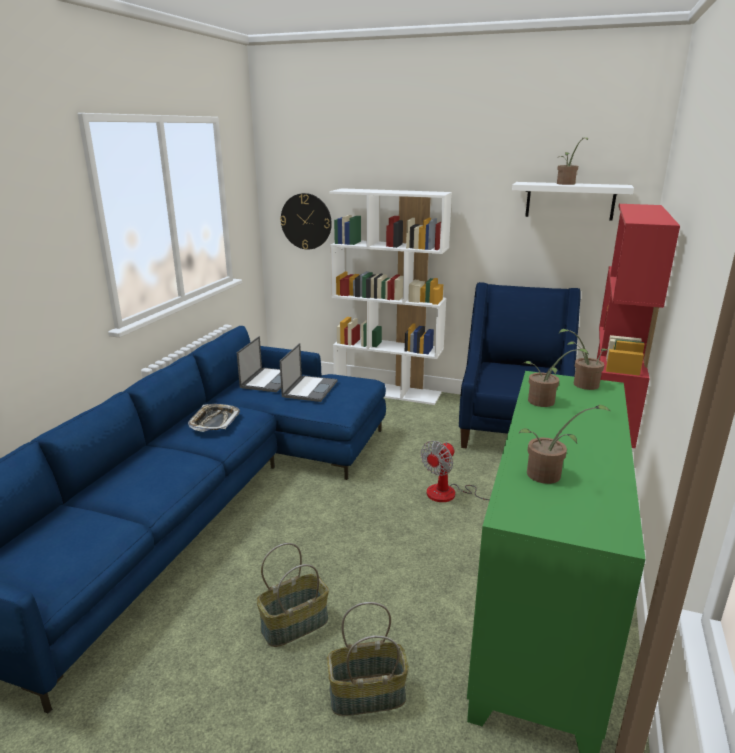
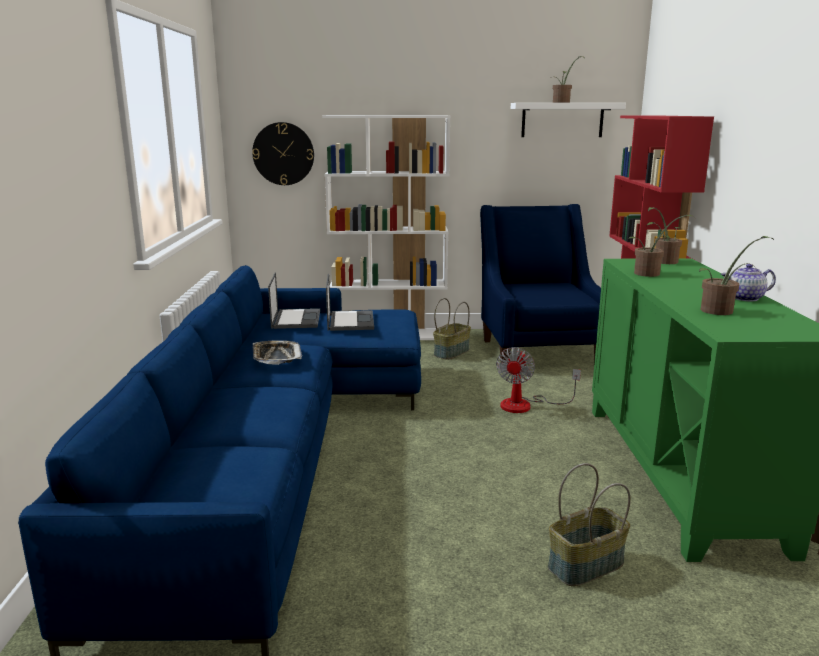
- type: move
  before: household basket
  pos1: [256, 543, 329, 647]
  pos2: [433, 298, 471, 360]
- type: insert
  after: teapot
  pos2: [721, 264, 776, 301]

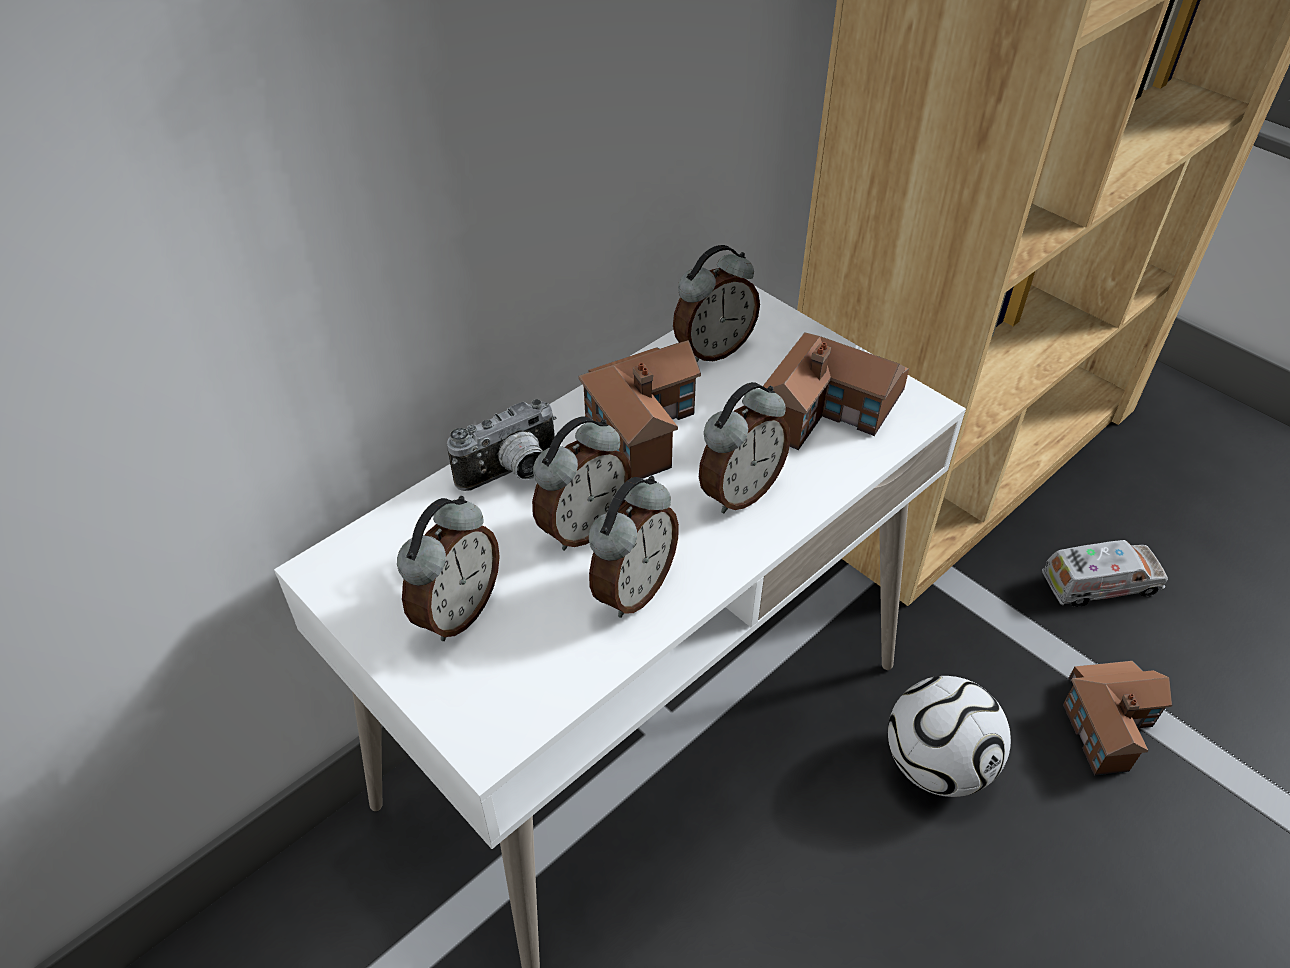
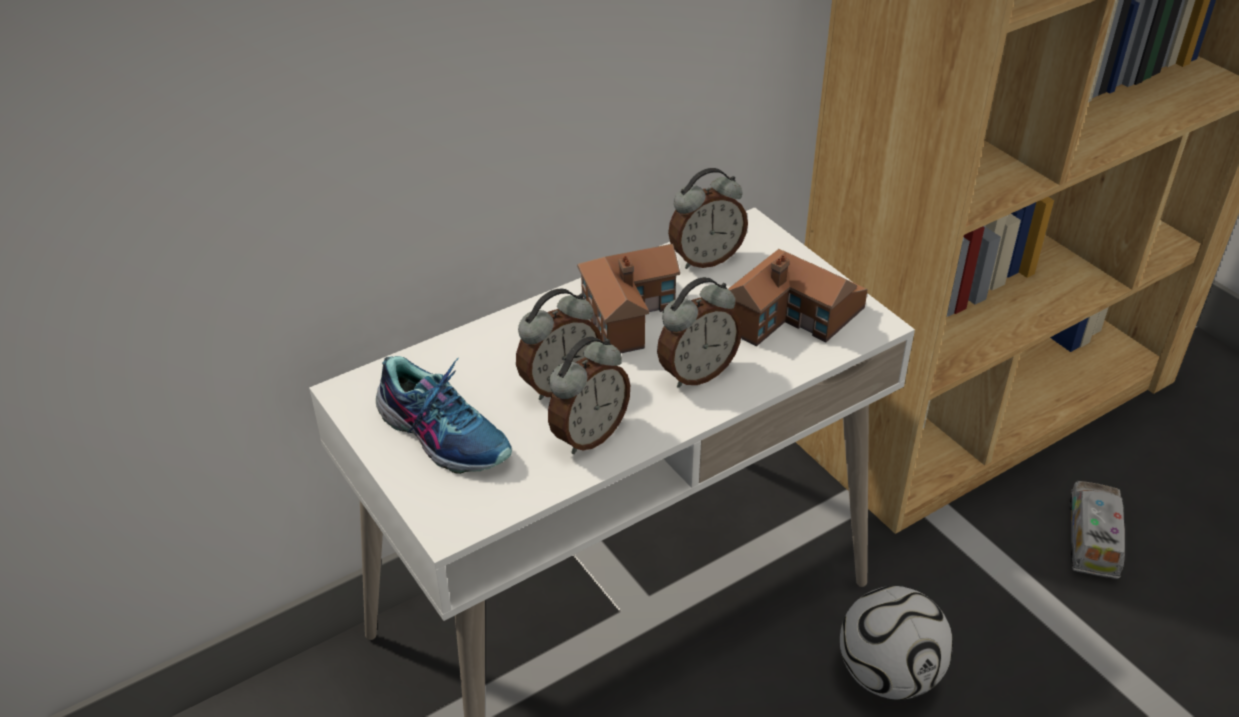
- type: replace
  before: bedside clock
  after: shoe
  pos1: [397, 496, 500, 641]
  pos2: [376, 356, 512, 474]
- type: delete
  before: still camera
  pos1: [447, 399, 556, 491]
- type: rotate
  before: model truck
  pos1: [1042, 540, 1168, 607]
  pos2: [1069, 481, 1125, 579]
  turn: -75
- type: delete
  before: model house
  pos1: [1063, 661, 1172, 775]

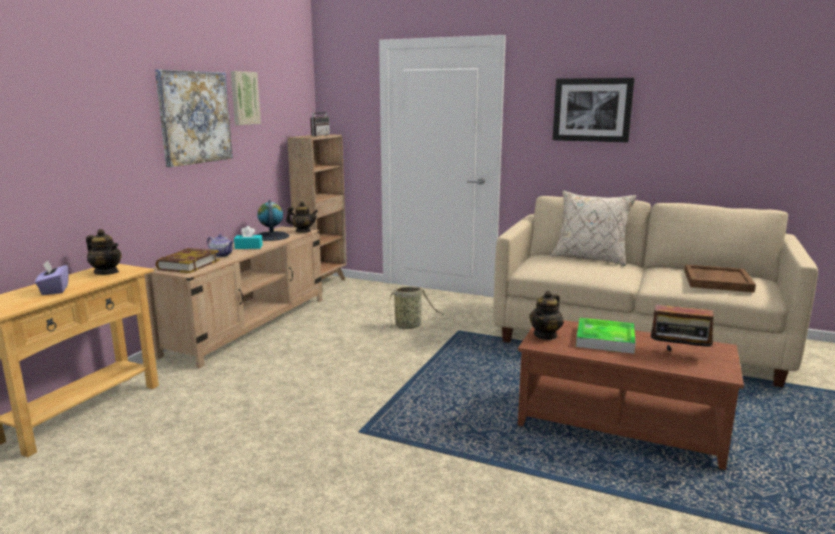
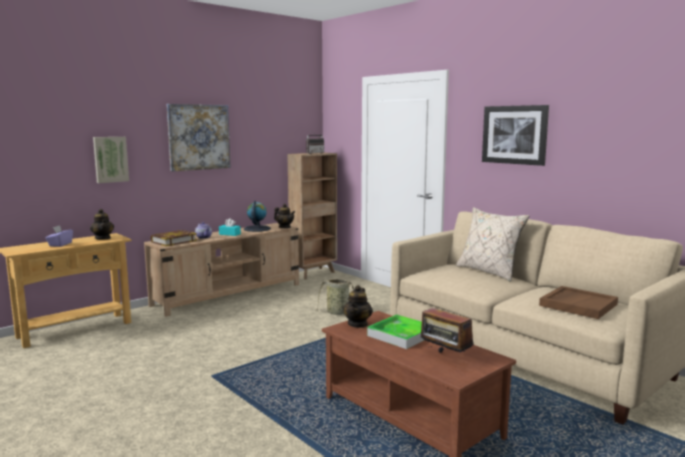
- type: move
  before: wall picture
  pos1: [231, 71, 261, 125]
  pos2: [93, 137, 129, 183]
- type: rotate
  before: teapot
  pos1: [529, 291, 564, 340]
  pos2: [343, 285, 373, 328]
  turn: -45

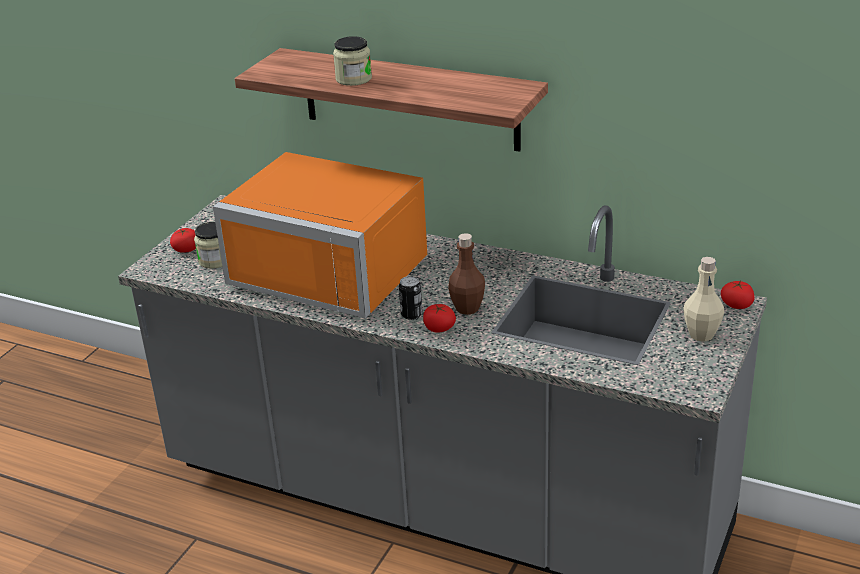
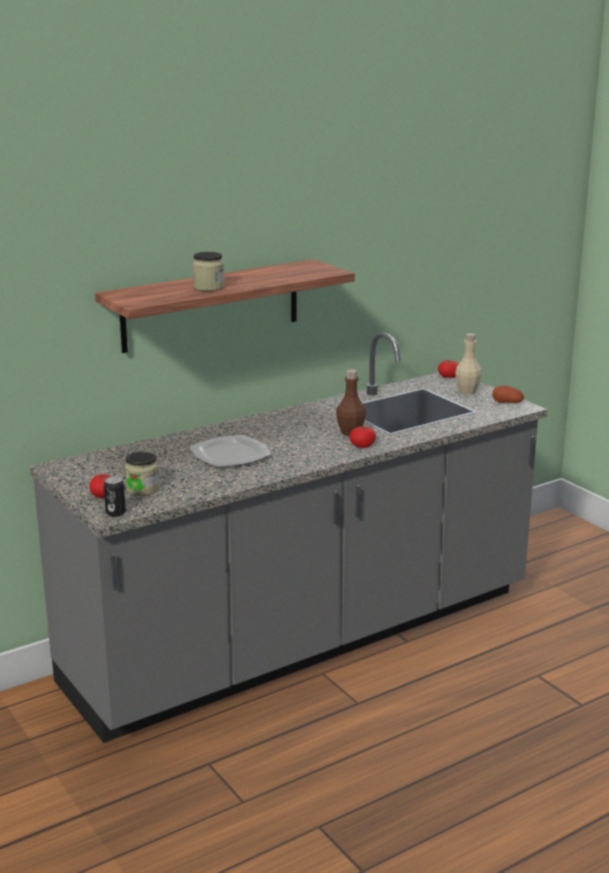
- type: replace
  before: microwave oven in orange
  after: flat dish
  pos1: [213, 152, 427, 318]
  pos2: [190, 435, 271, 467]
- type: move
  before: can
  pos1: [399, 276, 422, 320]
  pos2: [104, 476, 126, 517]
- type: insert
  after: whole potato
  pos2: [492, 386, 524, 403]

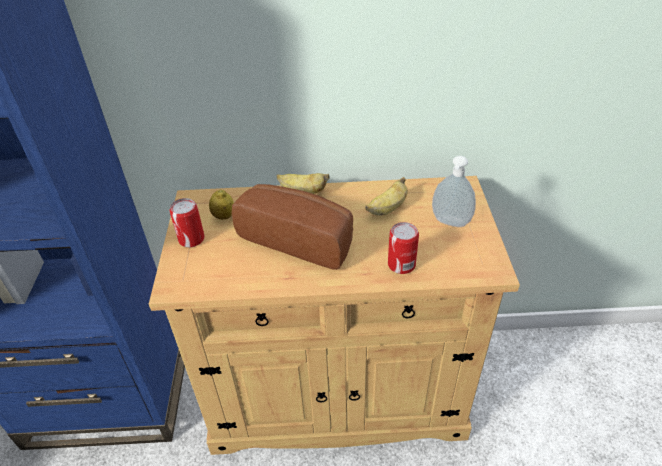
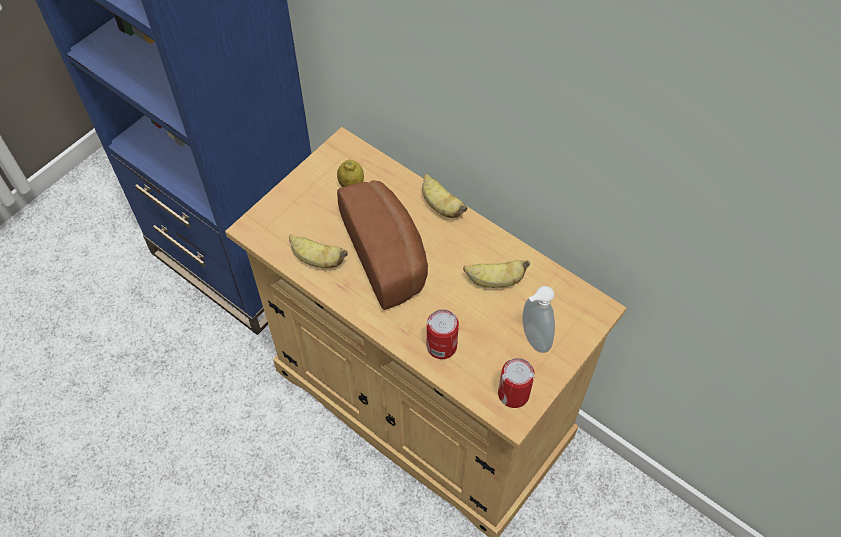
- type: move
  before: can
  pos1: [170, 198, 205, 247]
  pos2: [498, 358, 535, 408]
- type: insert
  after: banana
  pos2: [289, 234, 348, 268]

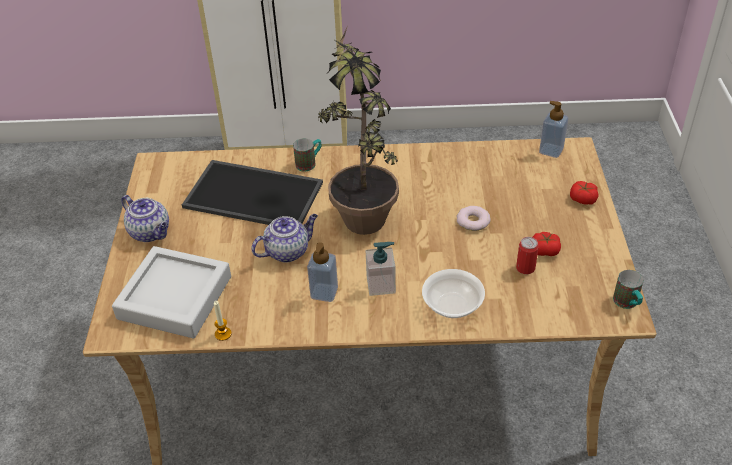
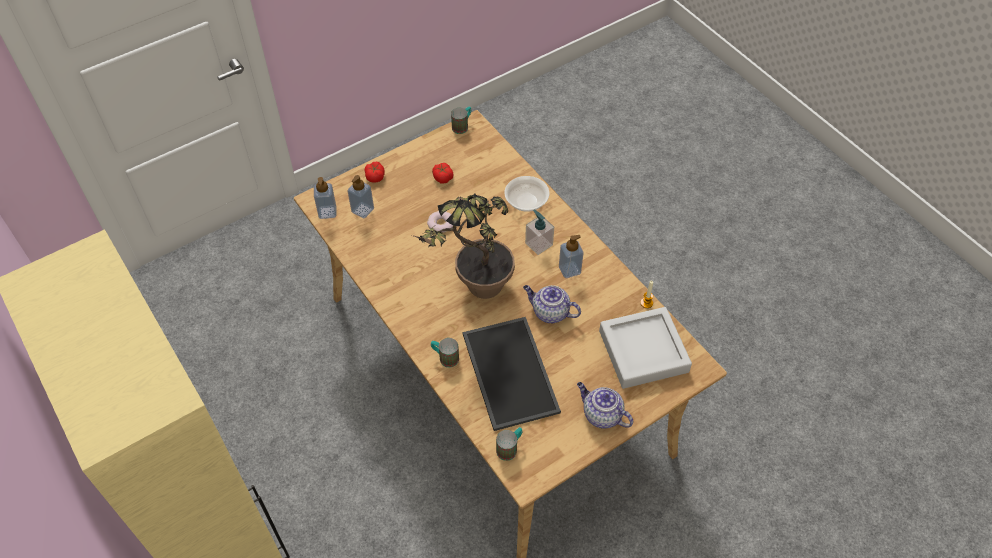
- type: rotate
  before: teapot
  pos1: [121, 195, 169, 242]
  pos2: [577, 382, 633, 428]
  turn: -60
- type: delete
  before: can
  pos1: [516, 237, 539, 274]
- type: insert
  after: liquid soap bottle
  pos2: [348, 175, 374, 218]
- type: insert
  after: coffee mug
  pos2: [496, 427, 523, 461]

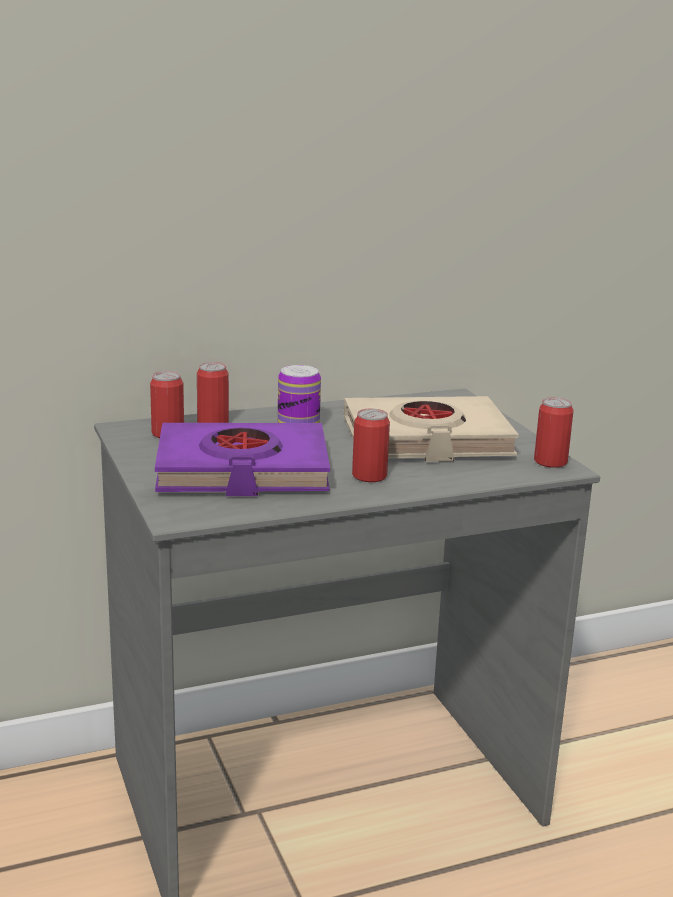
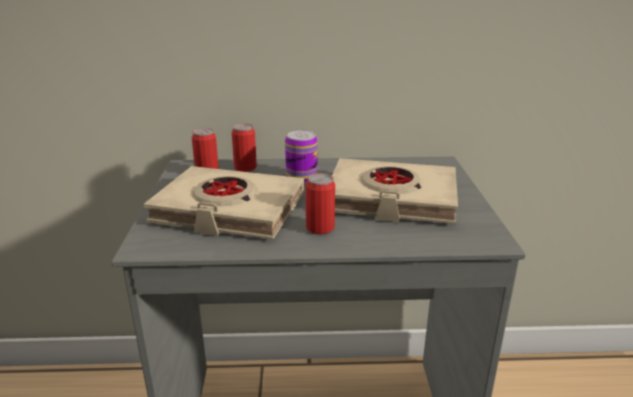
- type: recolor
  before: book in purplish
  after: book in sand-coloured
  pos1: [155, 423, 330, 496]
  pos2: [144, 166, 304, 239]
- type: delete
  before: can
  pos1: [534, 397, 574, 468]

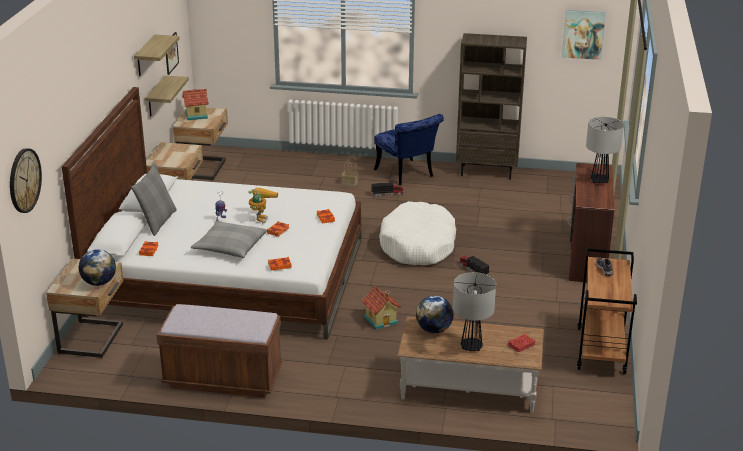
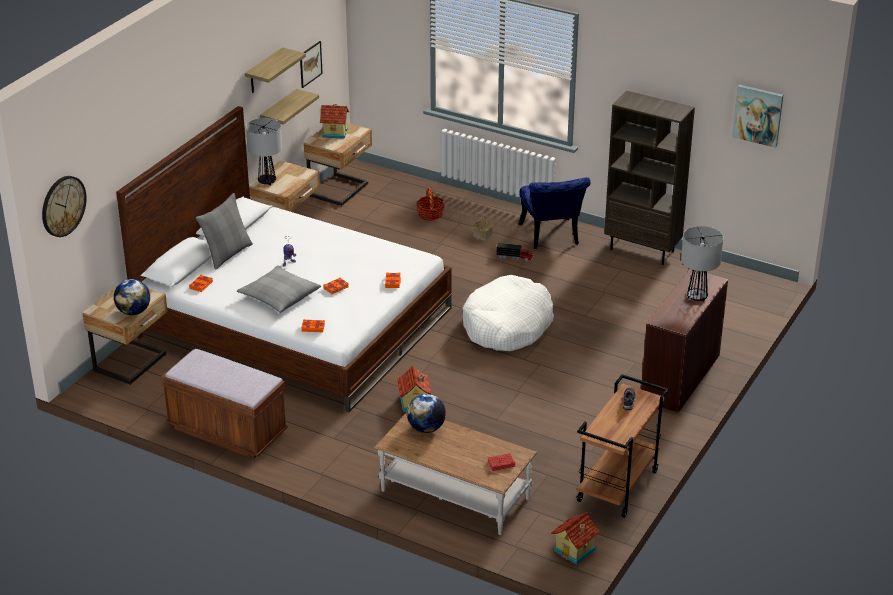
- type: delete
  before: model robot
  pos1: [249, 188, 278, 224]
- type: move
  before: tabletop lamp
  pos1: [453, 272, 496, 351]
  pos2: [246, 118, 282, 185]
- type: delete
  before: model truck
  pos1: [458, 255, 489, 275]
- type: insert
  after: household basket
  pos2: [416, 187, 445, 221]
- type: insert
  after: model house
  pos2: [551, 512, 600, 565]

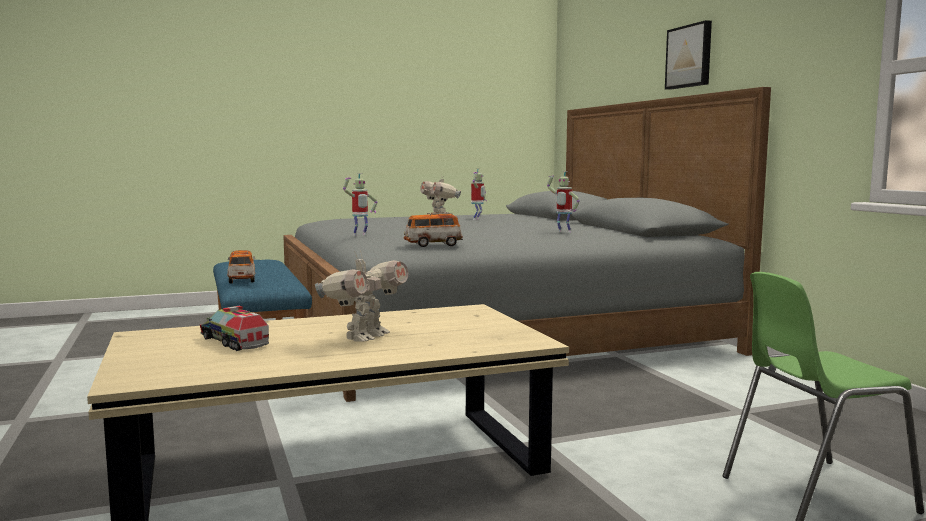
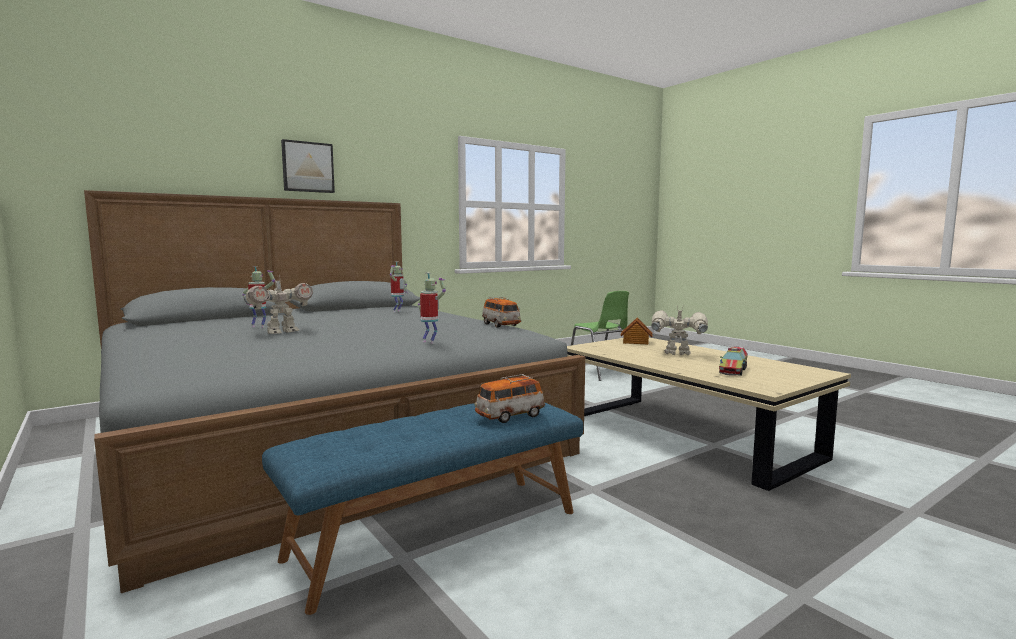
- type: insert
  after: model house
  pos2: [621, 317, 652, 345]

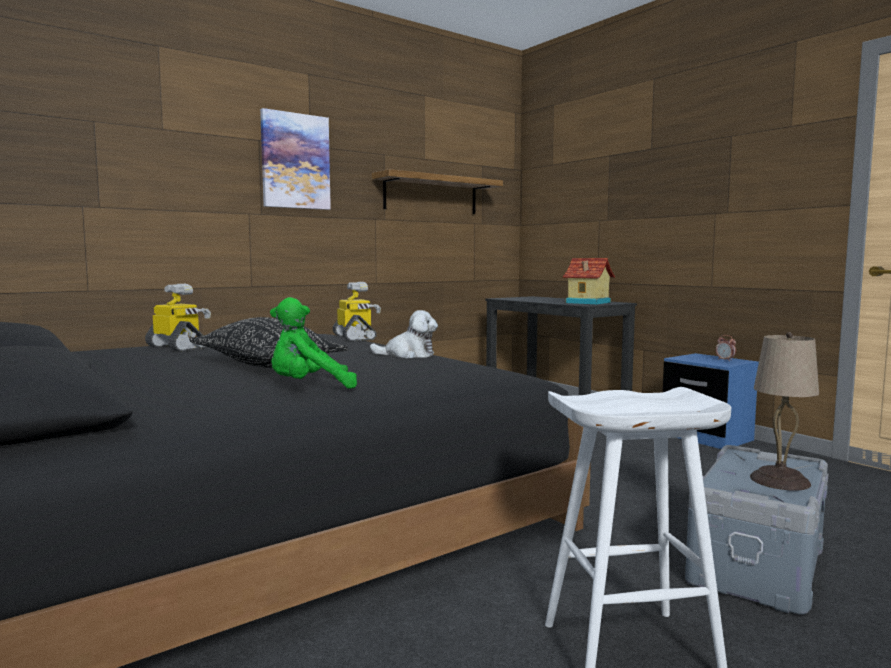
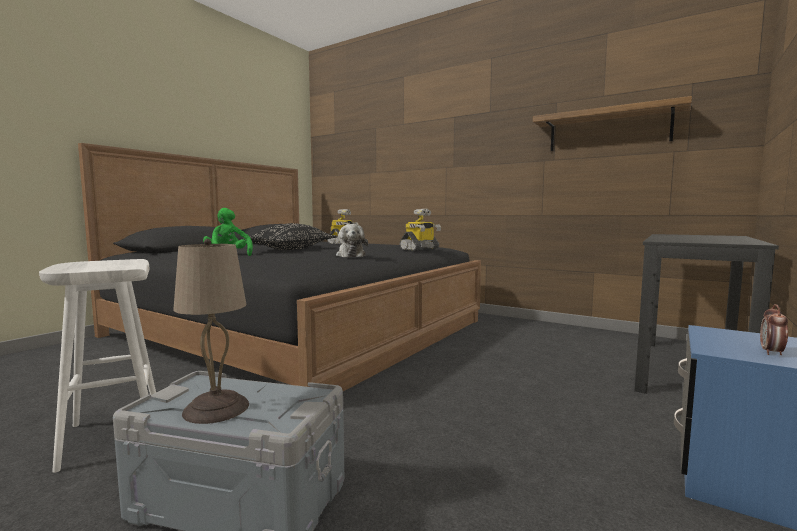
- type: delete
  before: wall picture
  pos1: [260, 108, 331, 210]
- type: delete
  before: model house
  pos1: [563, 258, 615, 304]

